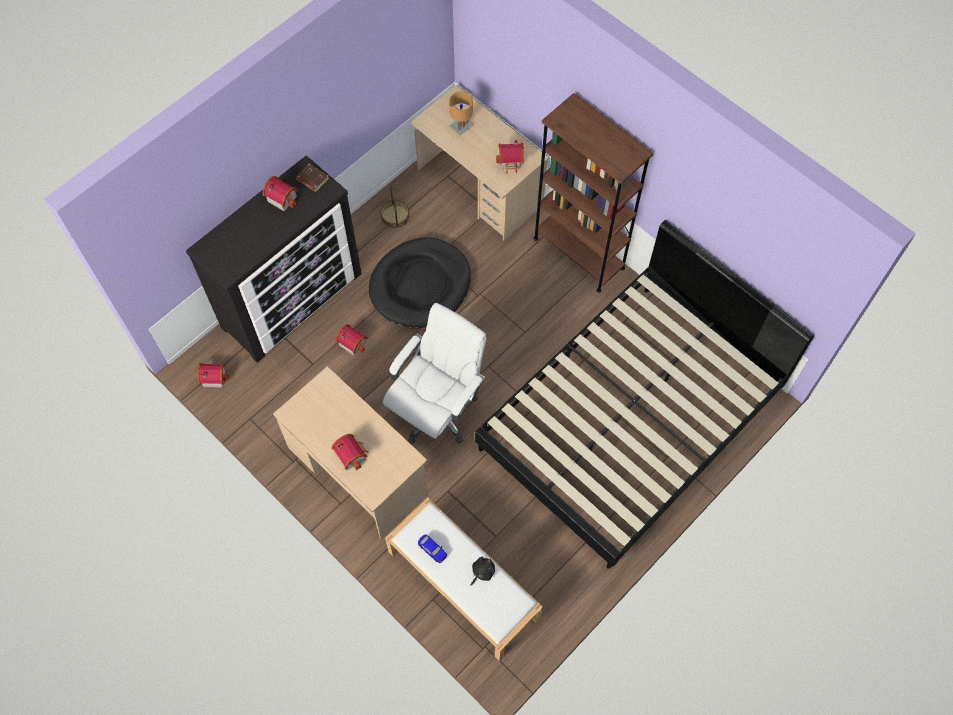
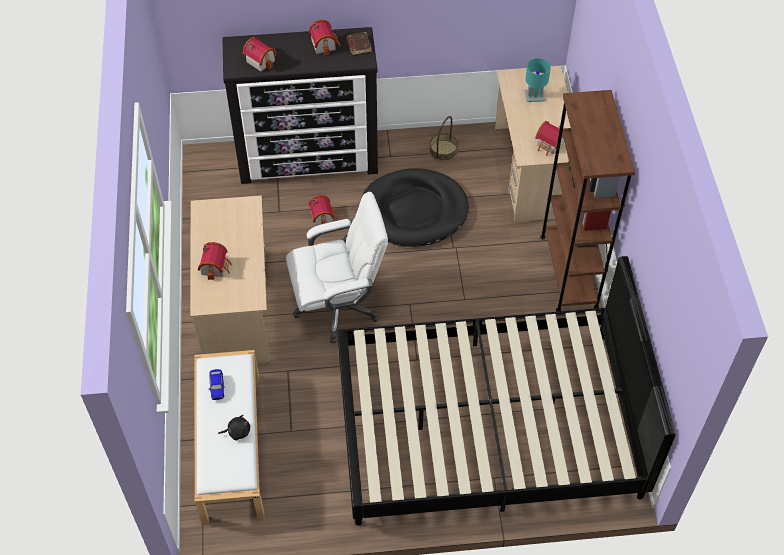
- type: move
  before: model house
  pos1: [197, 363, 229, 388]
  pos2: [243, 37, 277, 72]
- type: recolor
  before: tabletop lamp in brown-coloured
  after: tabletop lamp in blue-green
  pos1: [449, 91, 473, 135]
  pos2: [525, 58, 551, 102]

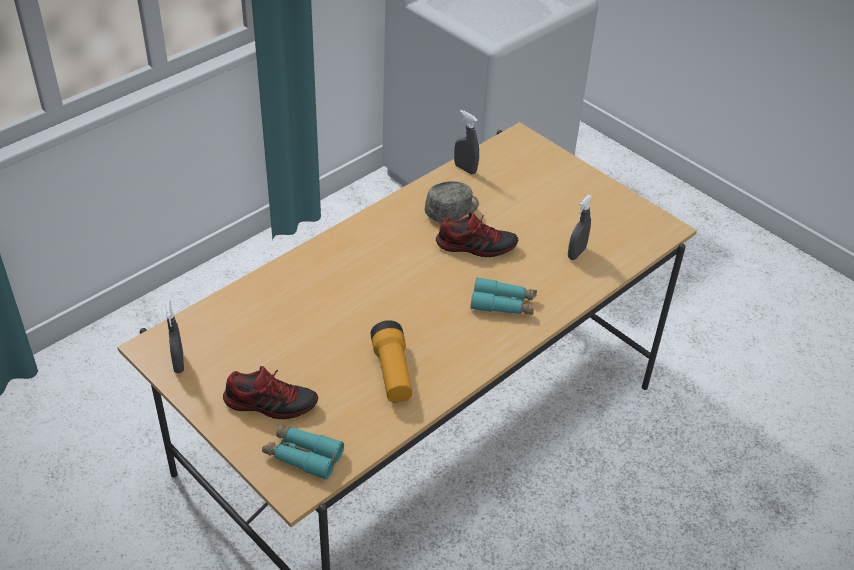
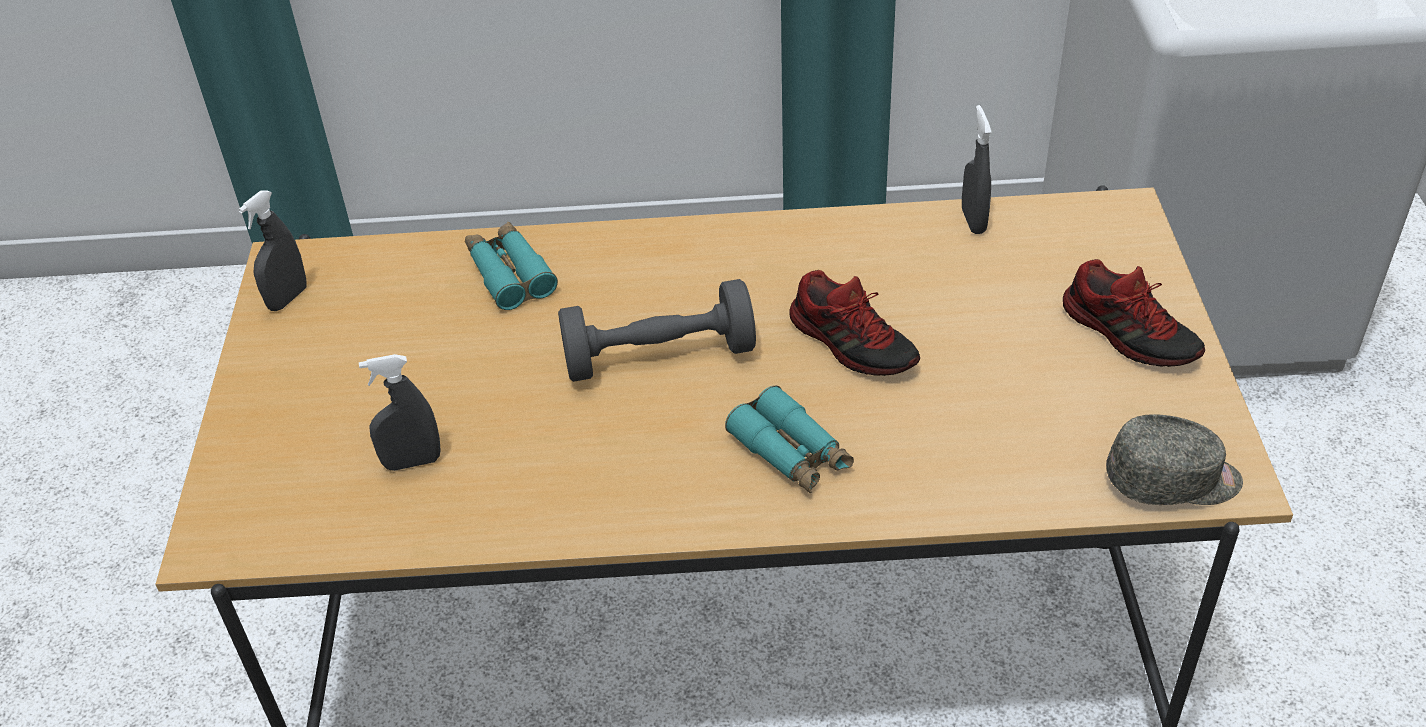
- type: move
  before: shoe
  pos1: [223, 366, 318, 419]
  pos2: [1063, 259, 1205, 367]
- type: move
  before: field glasses in blue-green
  pos1: [262, 424, 344, 480]
  pos2: [465, 222, 558, 310]
- type: delete
  before: hand torch
  pos1: [371, 320, 412, 402]
- type: move
  before: baseball cap in grey
  pos1: [425, 181, 479, 223]
  pos2: [1106, 414, 1243, 505]
- type: move
  before: spray bottle in grey
  pos1: [568, 195, 592, 260]
  pos2: [359, 354, 441, 471]
- type: insert
  after: hand weight in grey
  pos2: [558, 279, 756, 382]

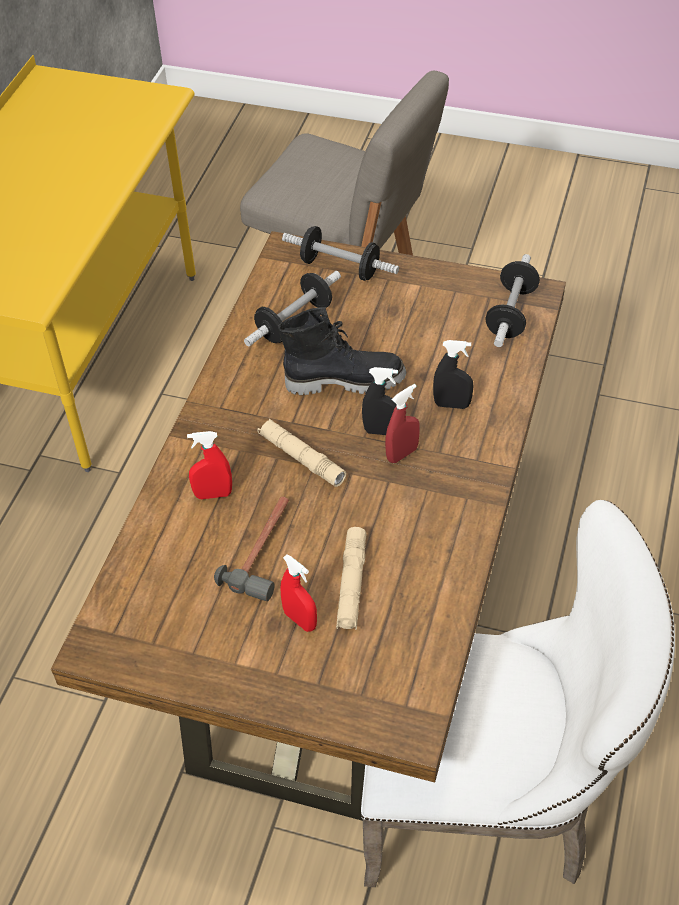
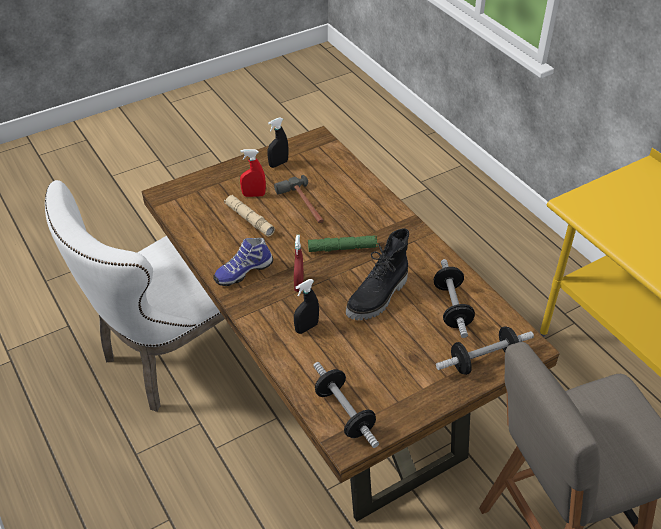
- type: delete
  before: spray bottle in reddish
  pos1: [187, 431, 232, 499]
- type: recolor
  before: hand torch in sand-coloured
  after: hand torch in greenish
  pos1: [257, 419, 347, 487]
  pos2: [308, 235, 378, 252]
- type: move
  before: spray bottle in black-coloured
  pos1: [362, 367, 398, 435]
  pos2: [267, 117, 288, 168]
- type: insert
  after: shoe
  pos2: [213, 238, 273, 286]

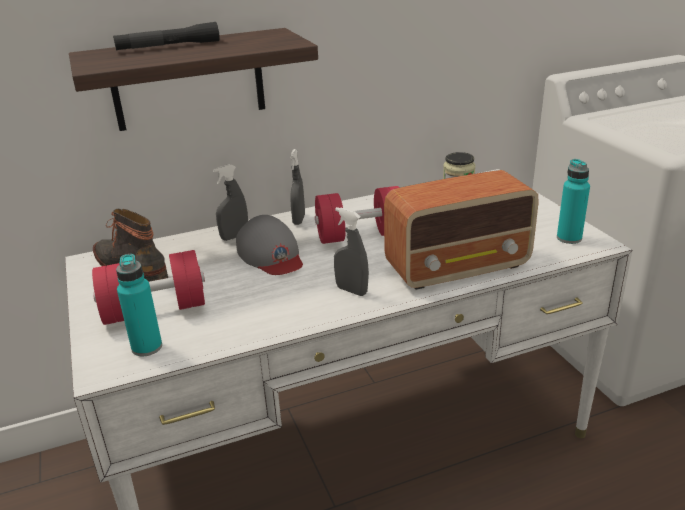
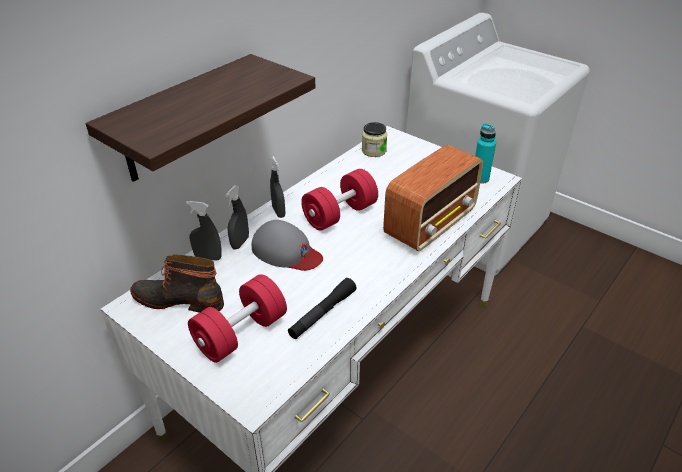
- type: move
  before: hand torch in black-coloured
  pos1: [113, 22, 220, 51]
  pos2: [288, 278, 357, 339]
- type: delete
  before: drink bottle in blue-green
  pos1: [116, 254, 162, 356]
- type: move
  before: spray bottle in grey
  pos1: [334, 207, 369, 296]
  pos2: [186, 201, 222, 261]

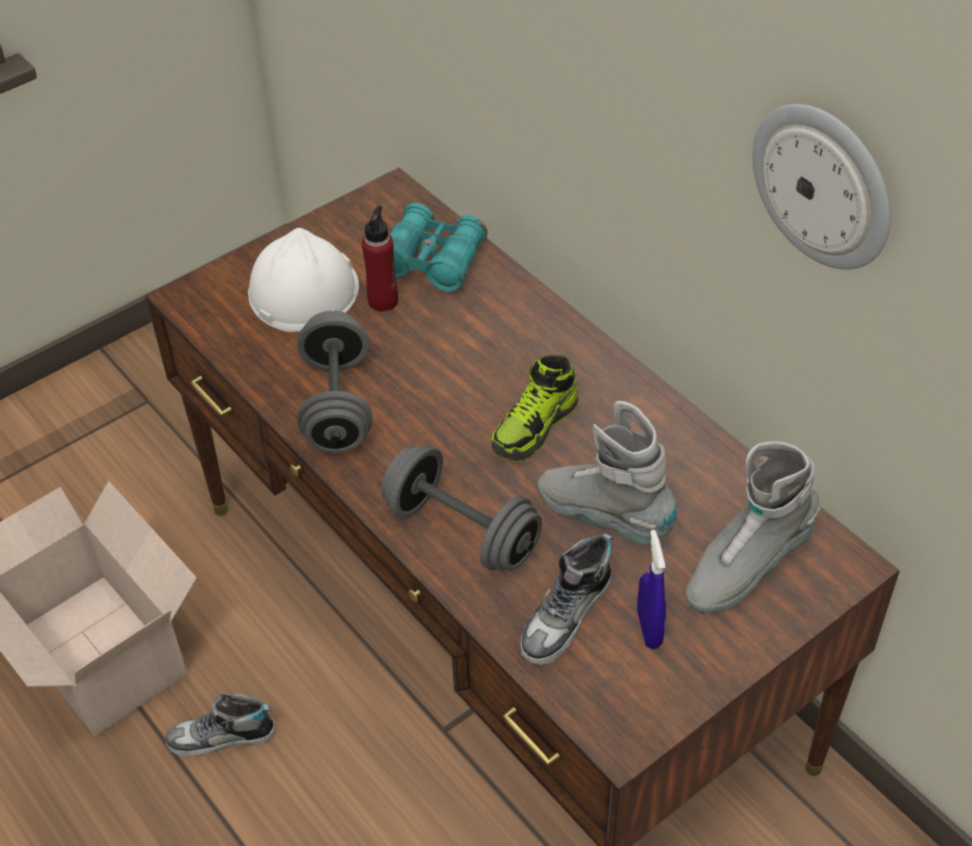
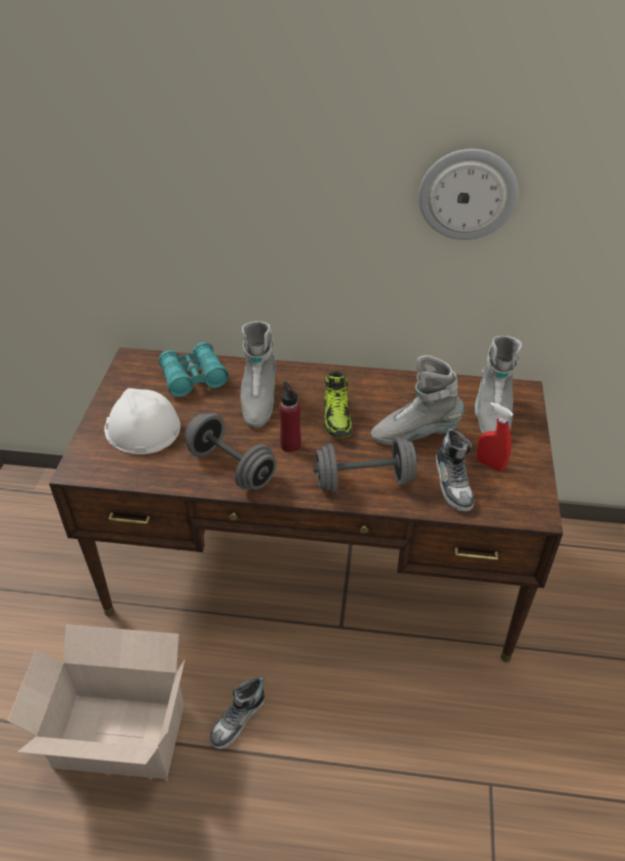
- type: move
  before: drink bottle in reddish
  pos1: [362, 206, 398, 312]
  pos2: [279, 381, 301, 452]
- type: recolor
  before: spray bottle in bluish
  after: spray bottle in reddish
  pos1: [637, 530, 666, 649]
  pos2: [477, 402, 513, 472]
- type: insert
  after: tall boot in grey
  pos2: [240, 321, 276, 428]

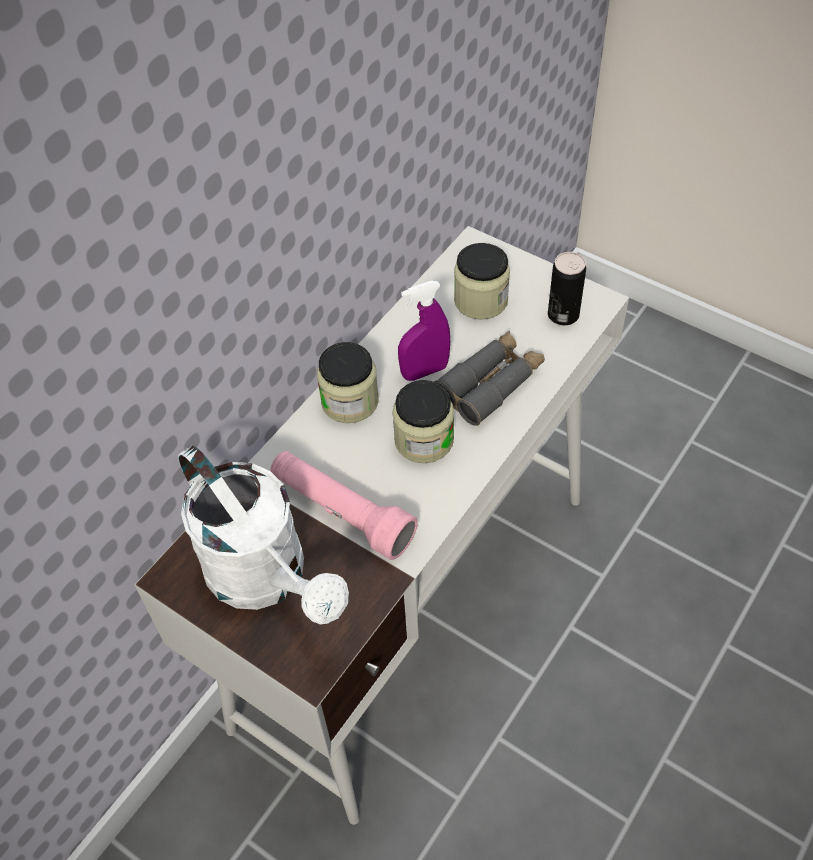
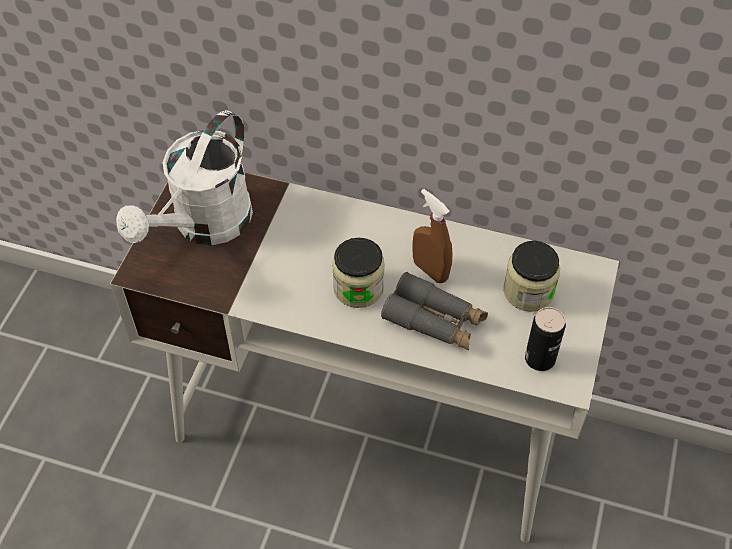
- type: delete
  before: hand torch in pinkish
  pos1: [270, 451, 418, 560]
- type: delete
  before: preserve jar
  pos1: [317, 342, 379, 423]
- type: recolor
  before: spray bottle in purplish
  after: spray bottle in brown-coloured
  pos1: [398, 281, 450, 381]
  pos2: [413, 189, 452, 283]

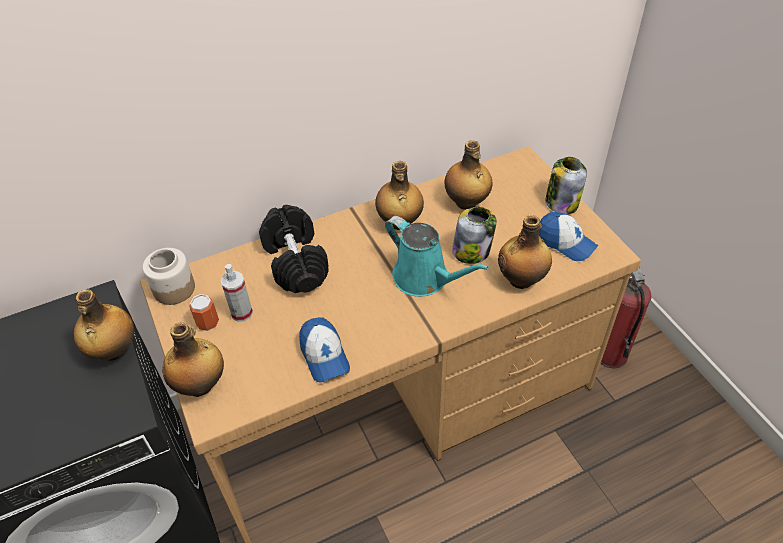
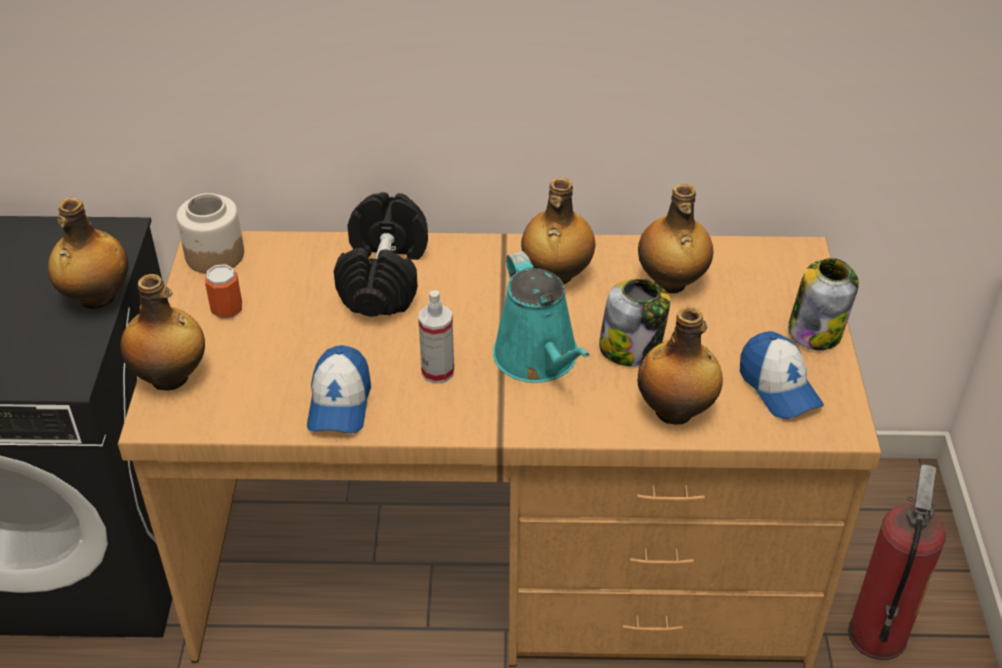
- type: move
  before: spray bottle
  pos1: [221, 264, 253, 322]
  pos2: [418, 291, 454, 384]

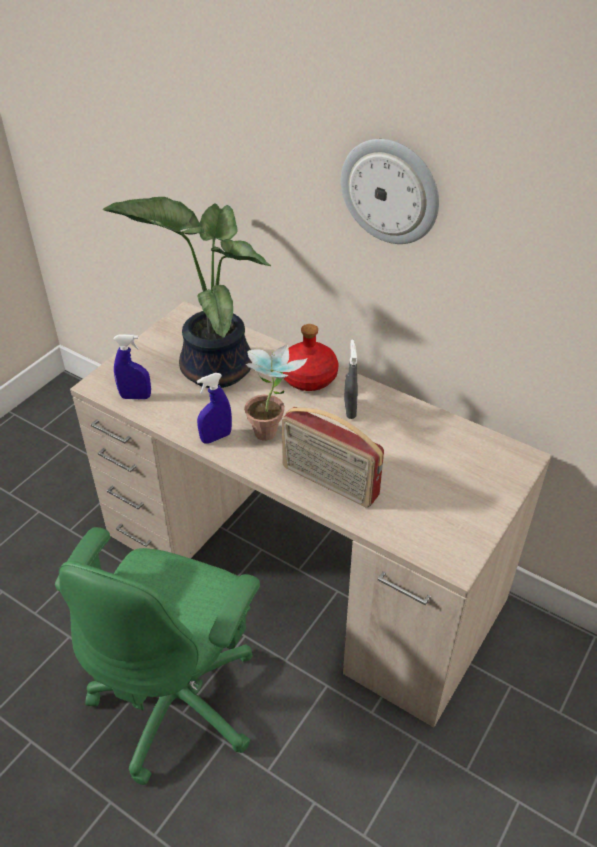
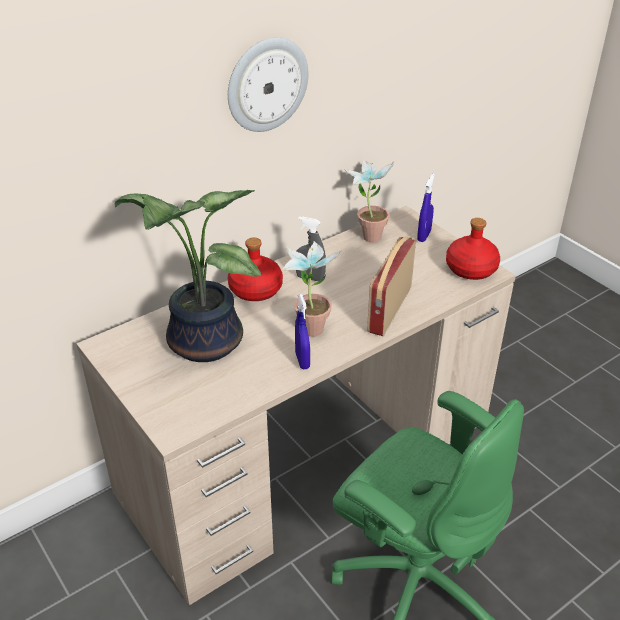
- type: move
  before: spray bottle in bluish
  pos1: [114, 334, 151, 400]
  pos2: [417, 174, 435, 242]
- type: rotate
  before: radio
  pos1: [282, 407, 384, 508]
  pos2: [367, 237, 416, 336]
  turn: 150
- type: insert
  after: plant in a pot
  pos2: [343, 160, 394, 243]
- type: insert
  after: drink bottle in reddish
  pos2: [446, 218, 500, 280]

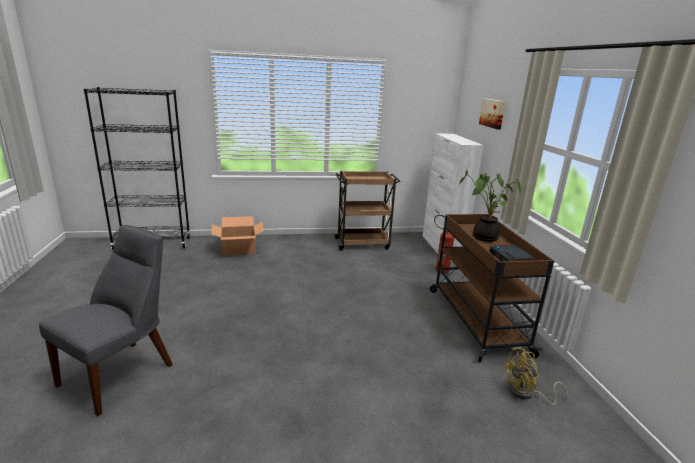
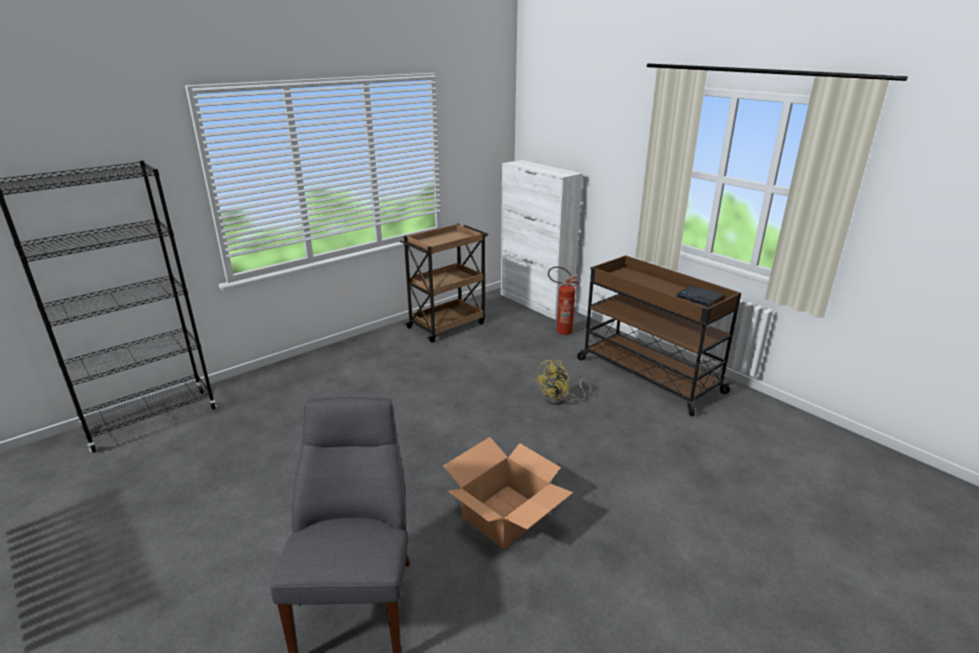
- type: move
  before: packing box
  pos1: [211, 216, 264, 256]
  pos2: [443, 437, 573, 549]
- type: delete
  before: plant in a pot
  pos1: [459, 171, 521, 242]
- type: delete
  before: wall picture
  pos1: [479, 98, 506, 130]
- type: move
  before: electric fan in yellowish
  pos1: [502, 348, 568, 405]
  pos2: [535, 360, 591, 405]

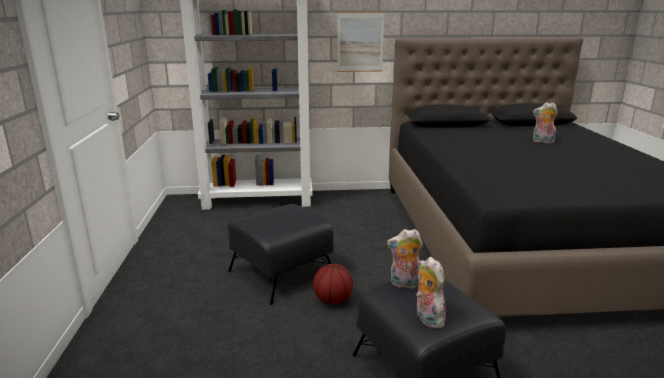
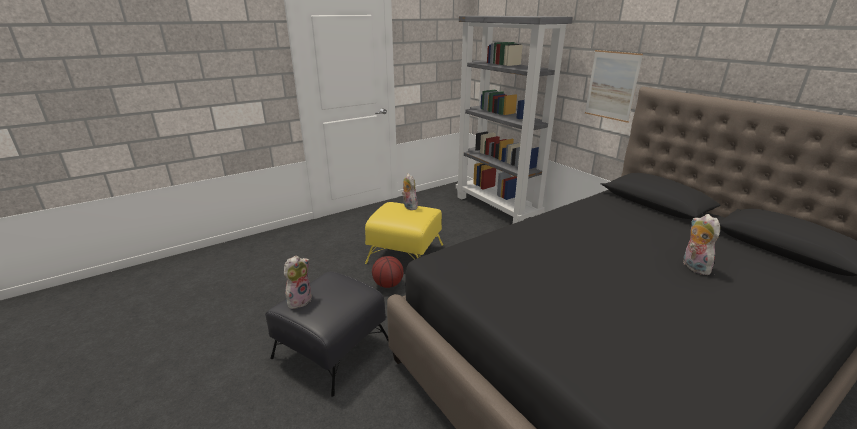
- type: recolor
  before: ottoman in black-coloured
  after: ottoman in yellowish
  pos1: [228, 204, 334, 305]
  pos2: [365, 202, 443, 264]
- type: move
  before: plush toy
  pos1: [387, 229, 423, 288]
  pos2: [402, 174, 418, 210]

